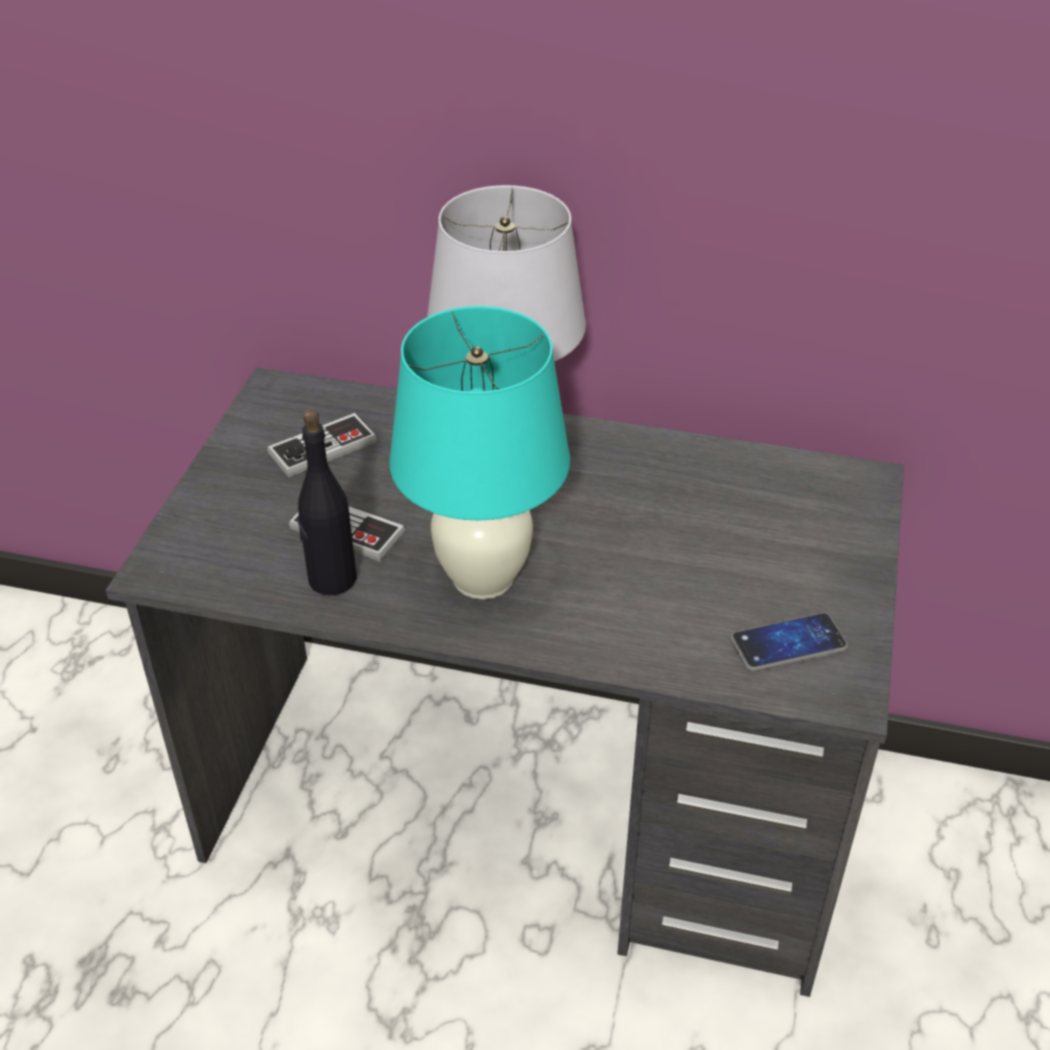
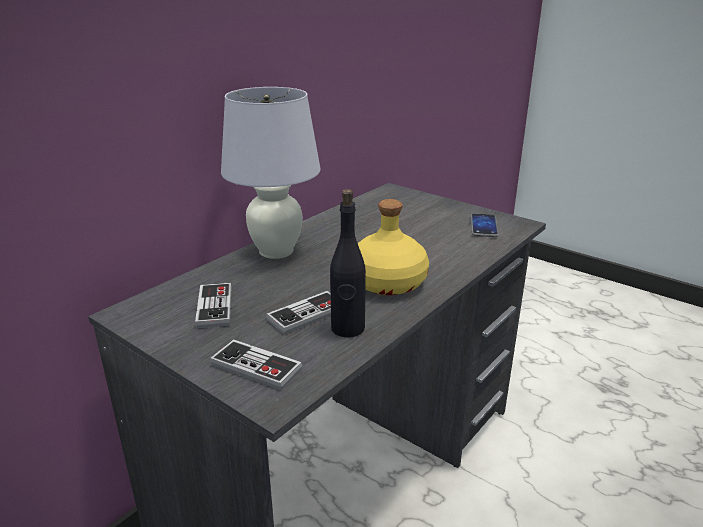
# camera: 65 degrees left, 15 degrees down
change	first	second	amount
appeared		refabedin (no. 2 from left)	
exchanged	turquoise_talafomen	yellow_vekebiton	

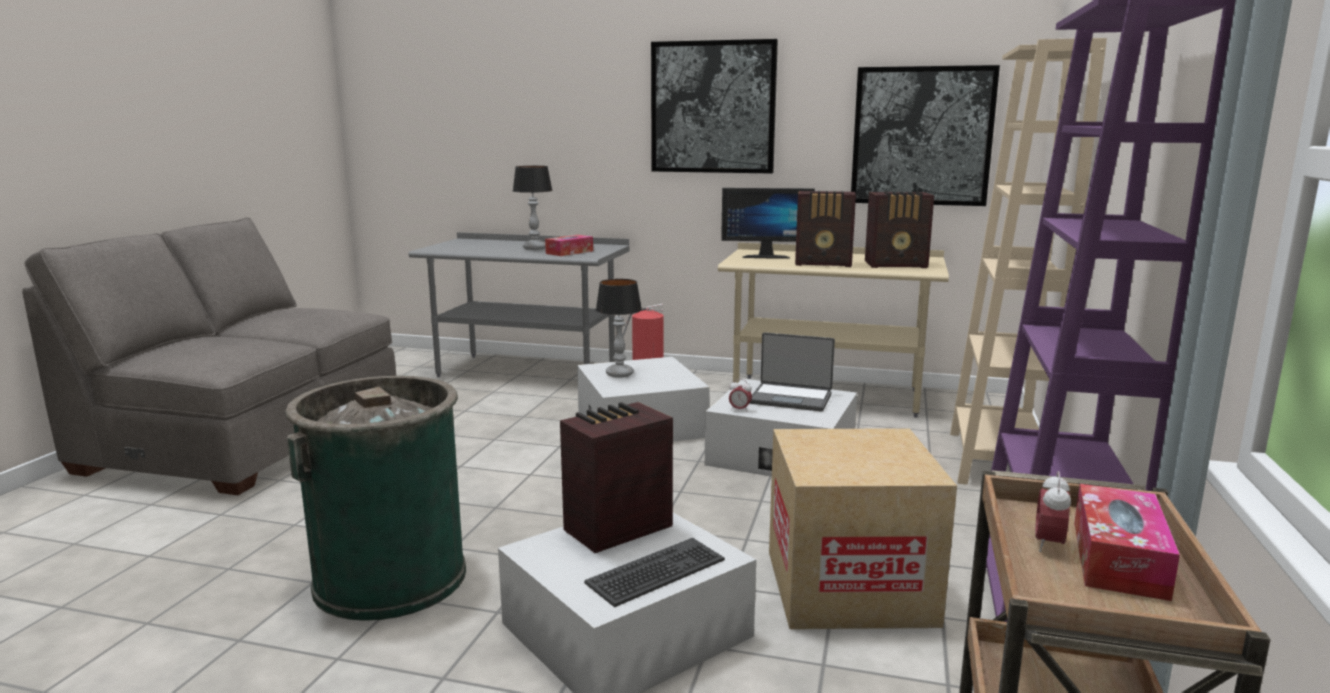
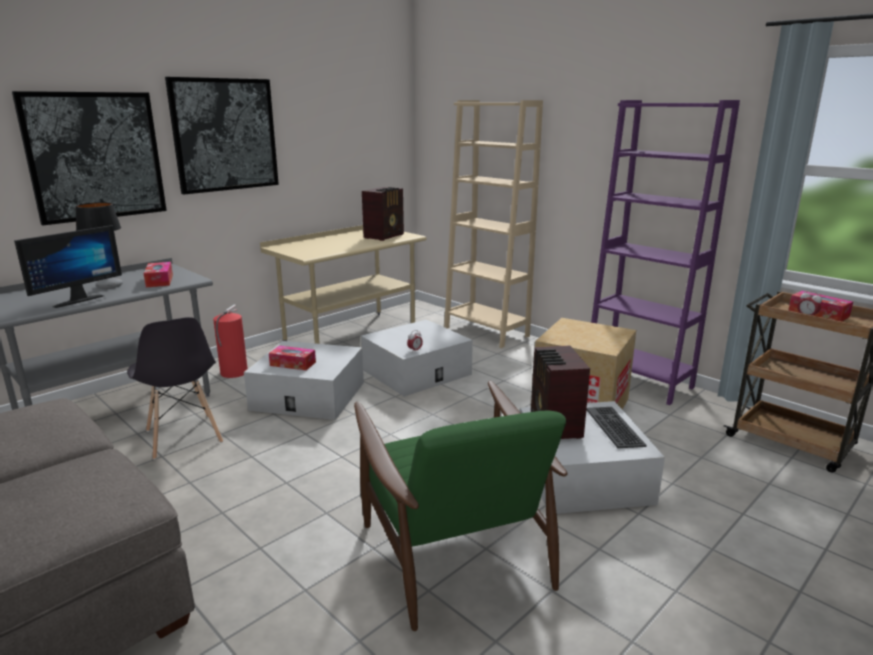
# camera: 60 degrees left, 5 degrees up
change	first	second	amount
missing	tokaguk		
missing	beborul (no. 2 from left)		
appeared		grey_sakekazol	
relocated	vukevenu		
relocated	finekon (no. 2 from left in the first image)	finekon (no. 1 from left)	
exchanged	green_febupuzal	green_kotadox	
exchanged	talafomen (no. 2 from left)	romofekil (no. 2 from left)	

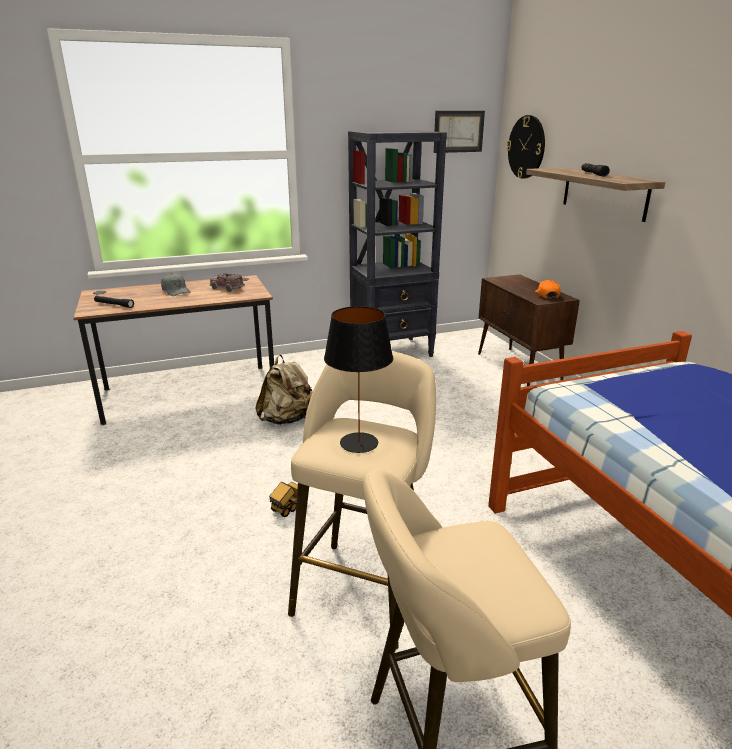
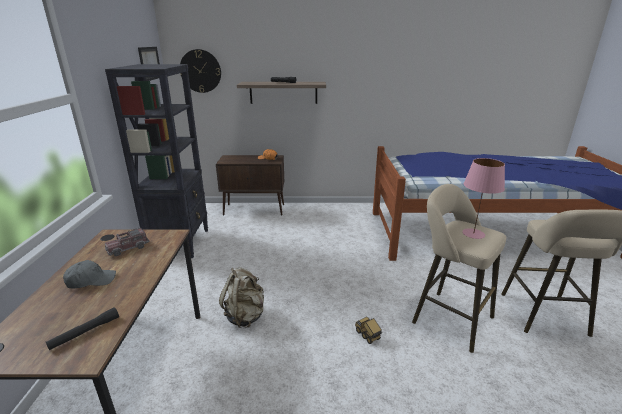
# camera: 70 degrees left, 0 degrees up
change	first	second	amount
colour	black_talafomen	pink_talafomen	

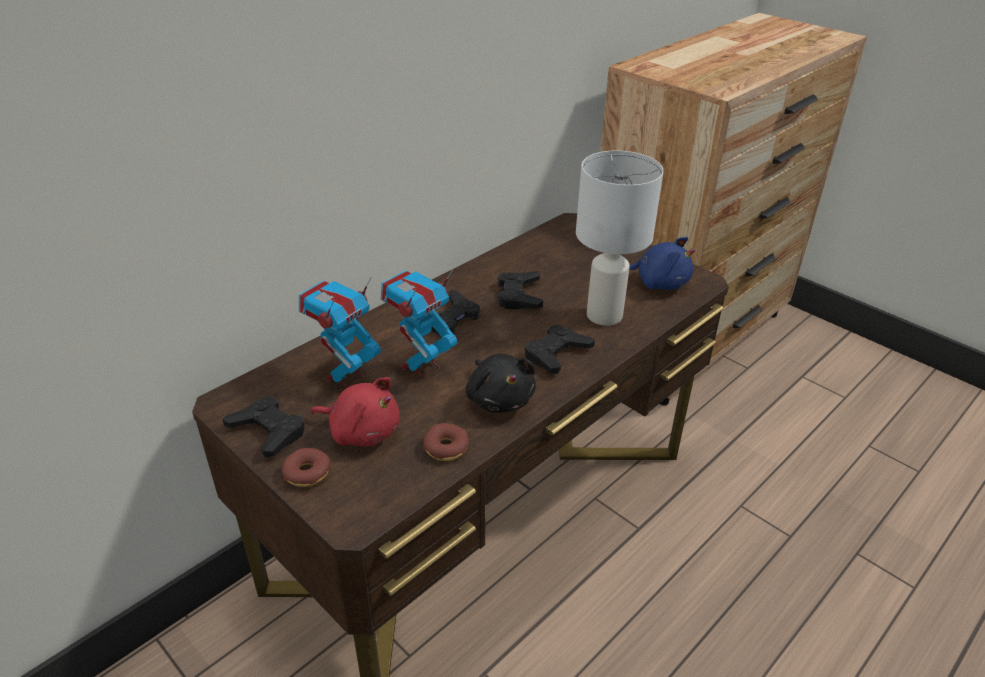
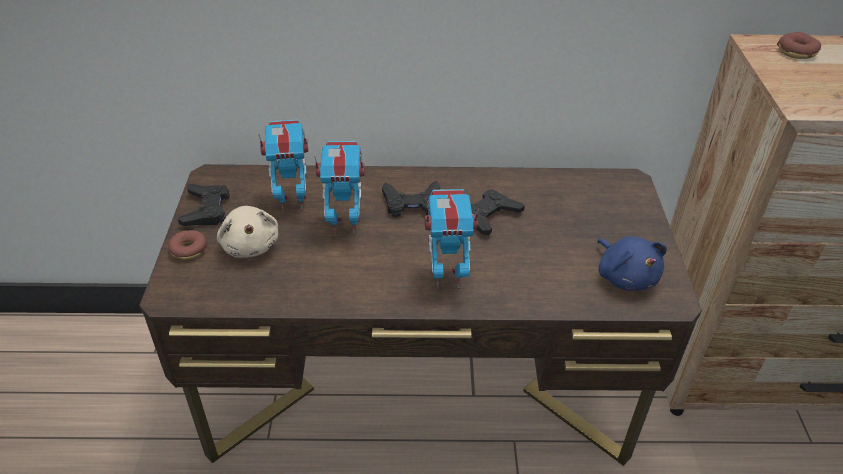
# camera: 45 degrees right, 5 degrees up
change	first	second	amount
missing	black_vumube		
missing	white_talafomen		
relocated	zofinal (no. 2 from left)		
exchanged	black_refabedin (no. 4 from left)	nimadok (no. 3 from left)	
colour	red_vumube	beige_vumube	

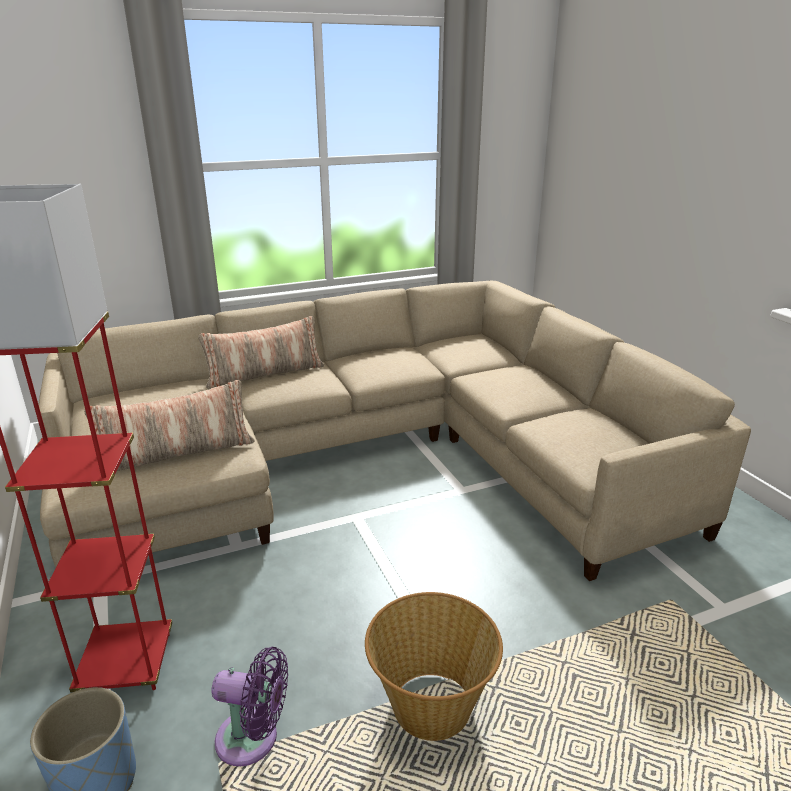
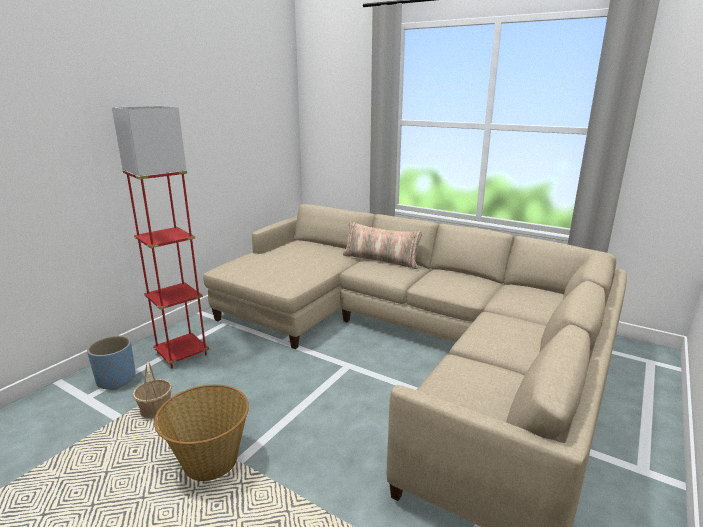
# camera: 55 degrees right, 5 degrees down
change	first	second	amount
missing	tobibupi (no. 1 from left)		
exchanged	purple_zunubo	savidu (no. 1 from left)	

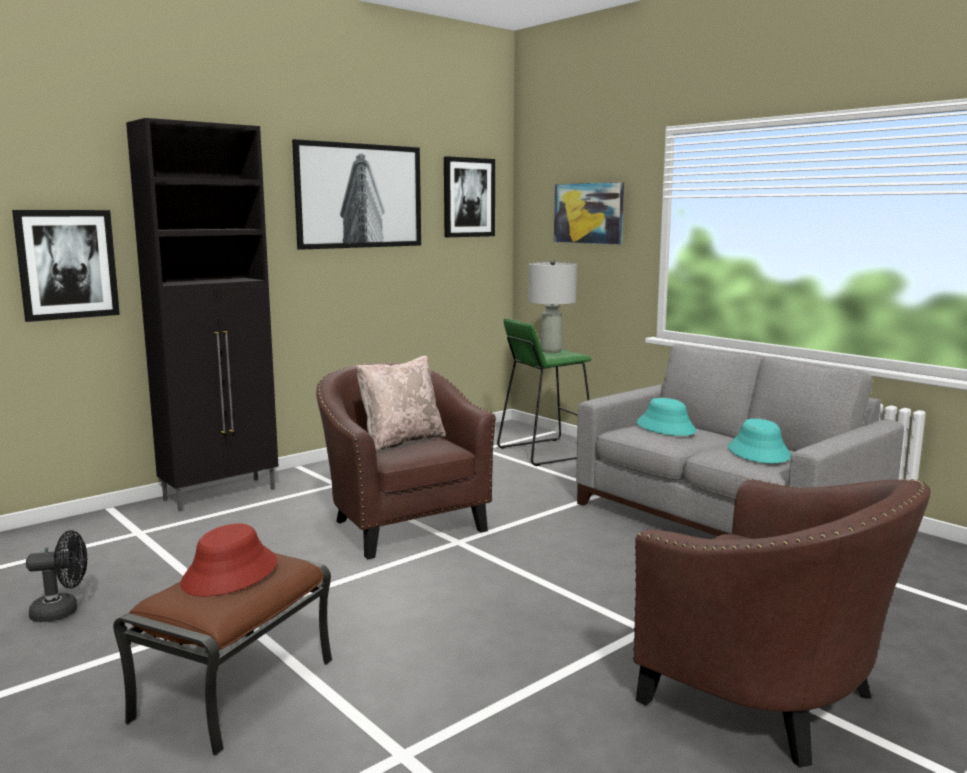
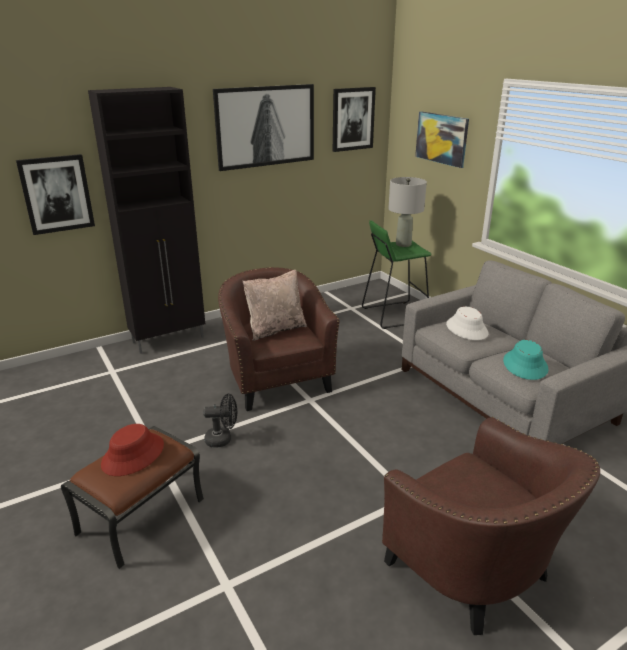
# camera: 10 degrees right, 15 degrees up
change	first	second	amount
relocated	black_zunubo		
colour	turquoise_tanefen (no. 1 from left)	white_tanefen	

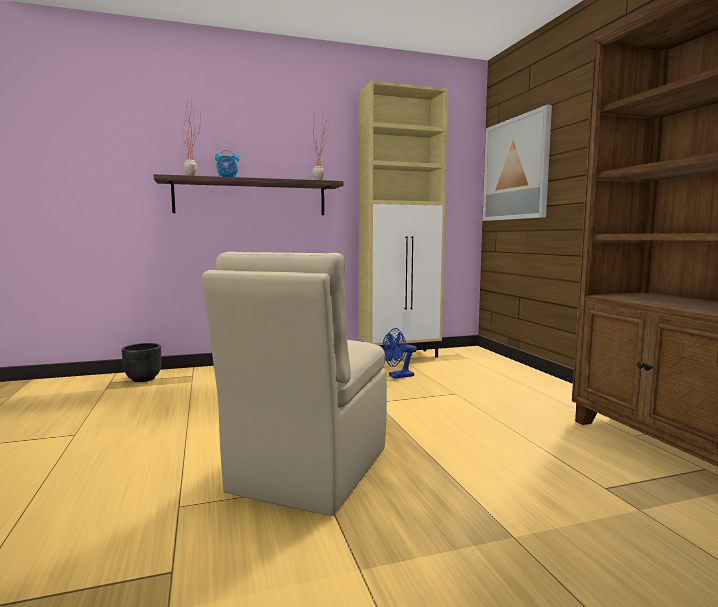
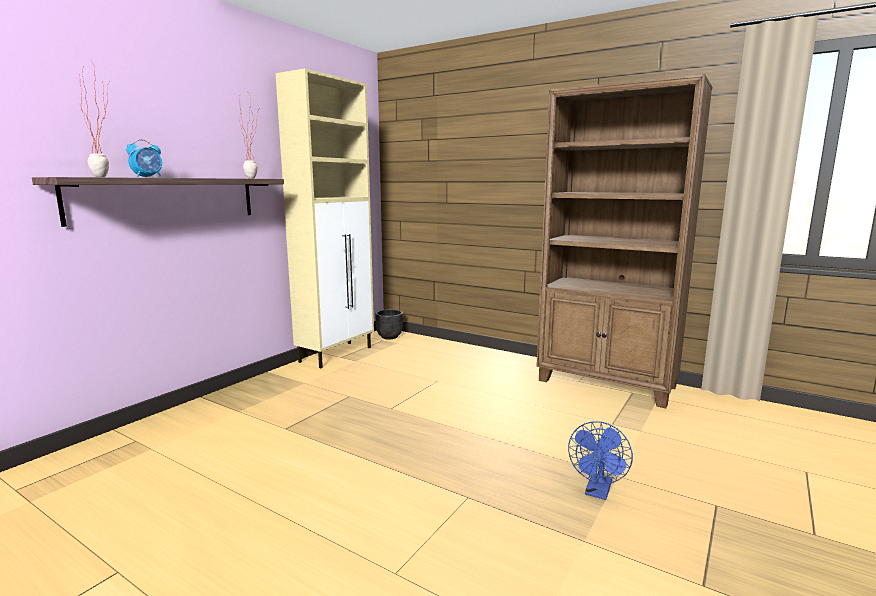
# camera: 40 degrees left, 5 degrees up
change	first	second	amount
missing	beige_sakekazol		
missing	finekon		
relocated	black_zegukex		
relocated	blue_zunubo		

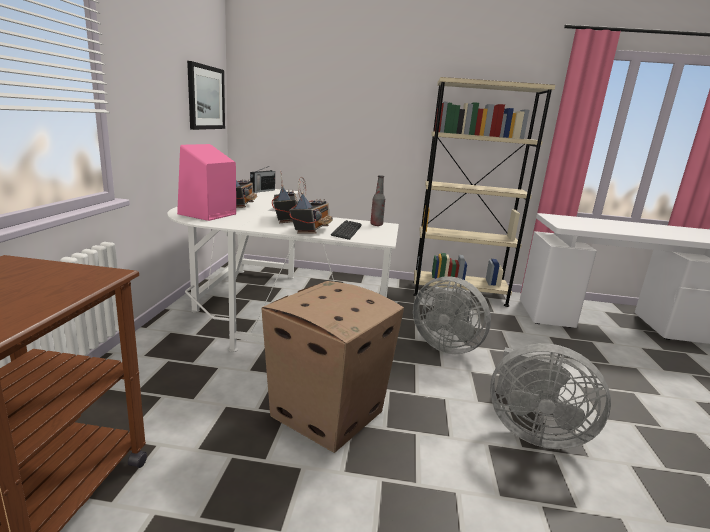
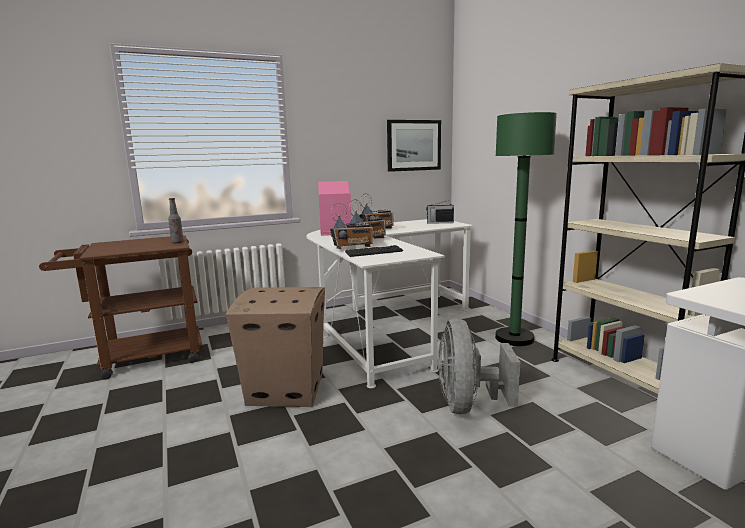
# camera: 60 degrees right, 5 degrees down
change	first	second	amount
missing	grey_zunubo (no. 2 from left)		
appeared		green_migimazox	
relocated	vekebiton		

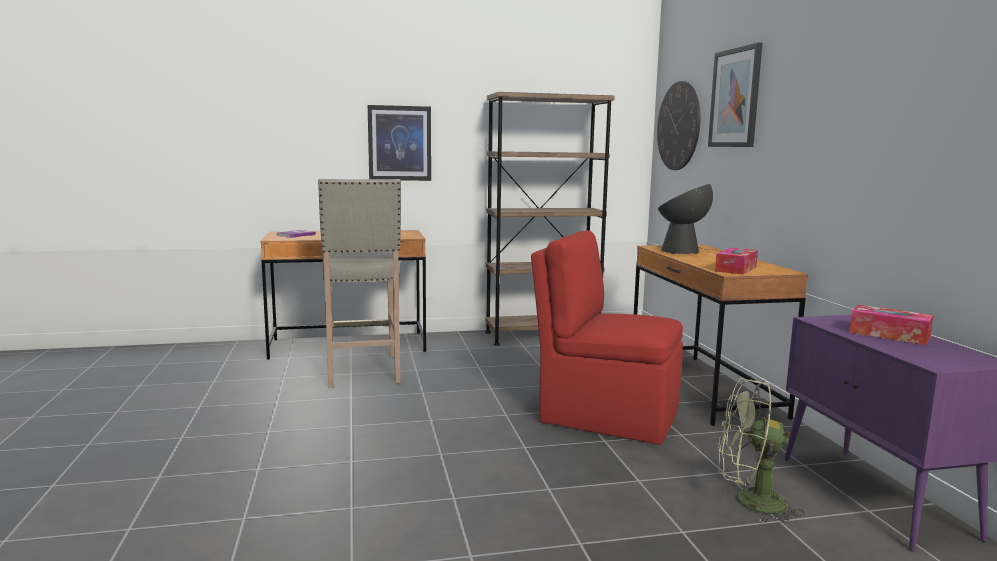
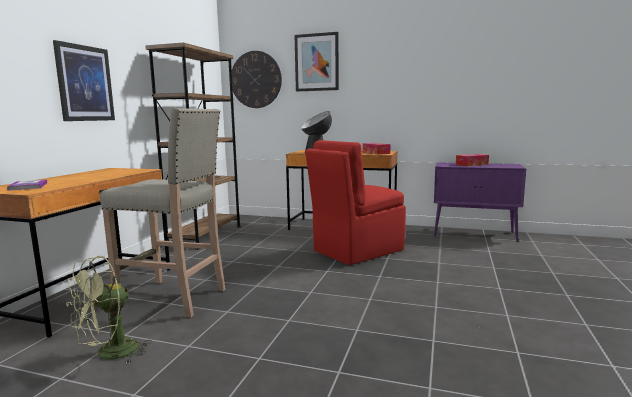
# camera: 60 degrees left, 0 degrees up
change	first	second	amount
relocated	green_zunubo		

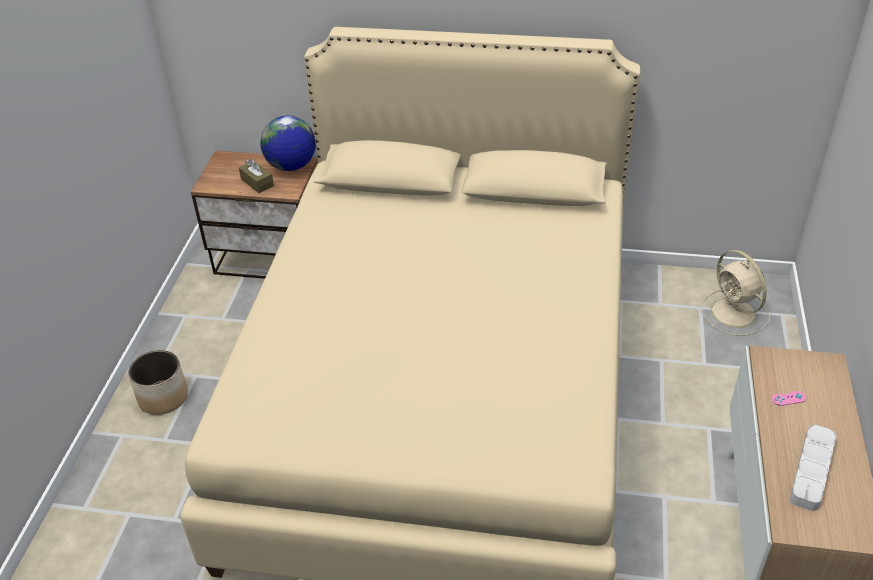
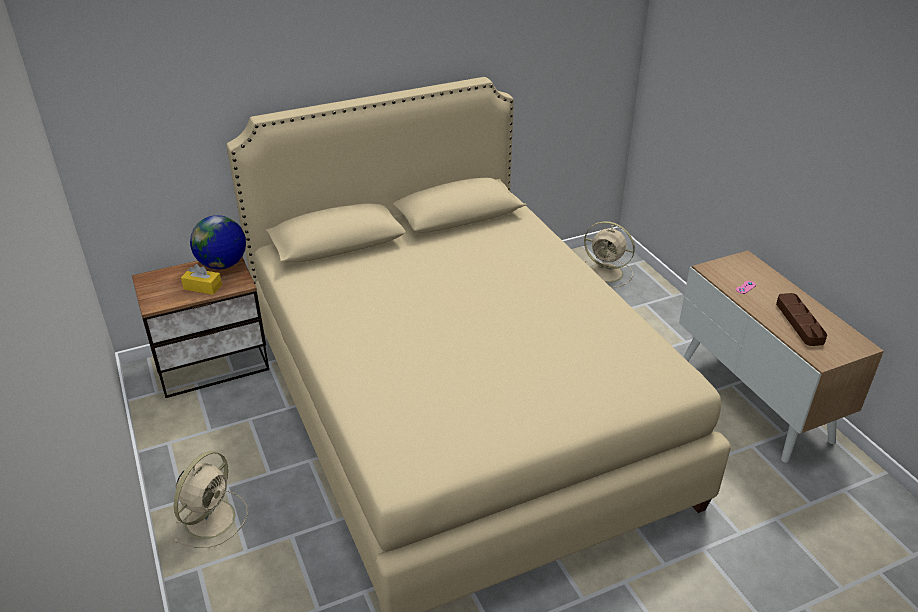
# camera: 35 degrees left, 5 degrees down
change	first	second	amount
exchanged	zegukex	beige_zunubo (no. 1 from left)	
colour	brown_romofekil	yellow_romofekil	
colour	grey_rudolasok	brown_rudolasok	

